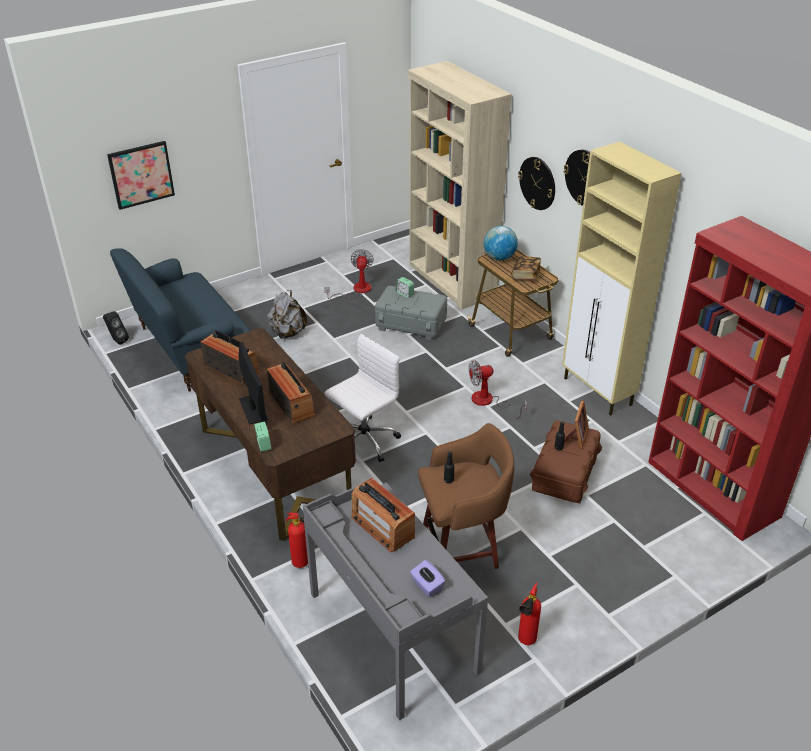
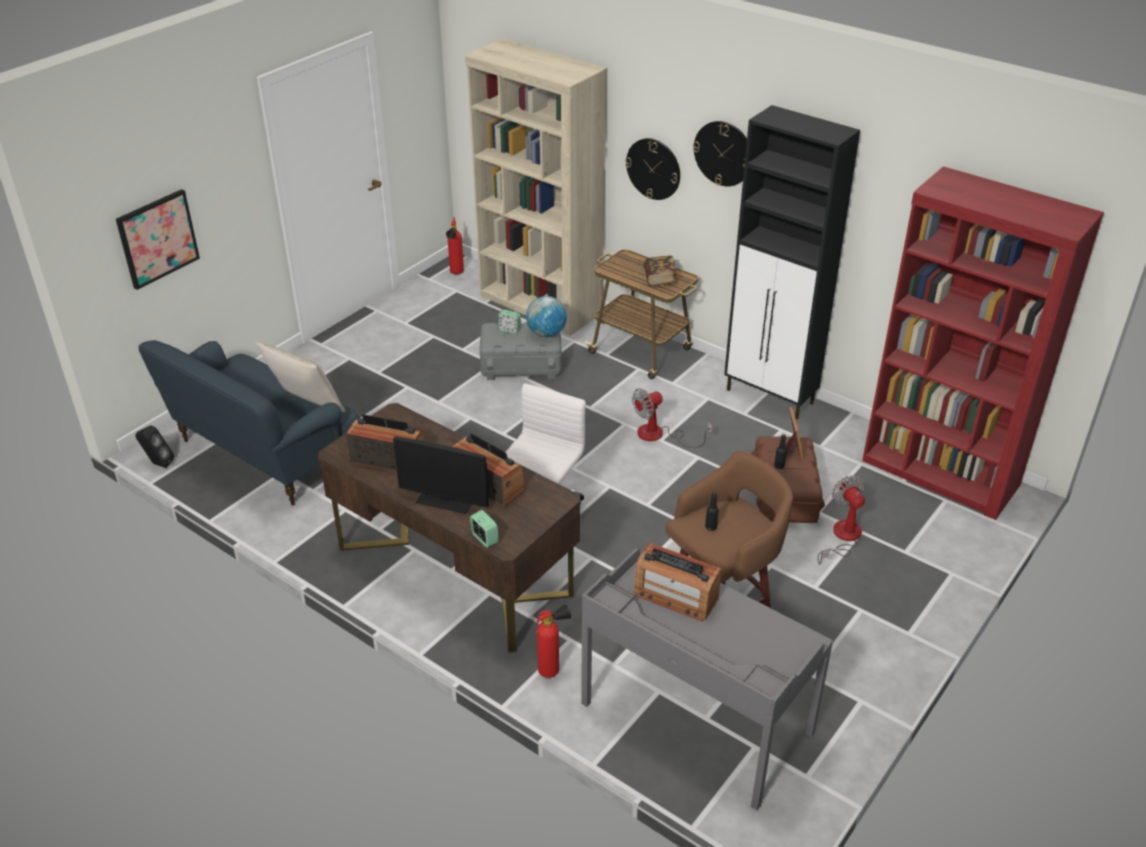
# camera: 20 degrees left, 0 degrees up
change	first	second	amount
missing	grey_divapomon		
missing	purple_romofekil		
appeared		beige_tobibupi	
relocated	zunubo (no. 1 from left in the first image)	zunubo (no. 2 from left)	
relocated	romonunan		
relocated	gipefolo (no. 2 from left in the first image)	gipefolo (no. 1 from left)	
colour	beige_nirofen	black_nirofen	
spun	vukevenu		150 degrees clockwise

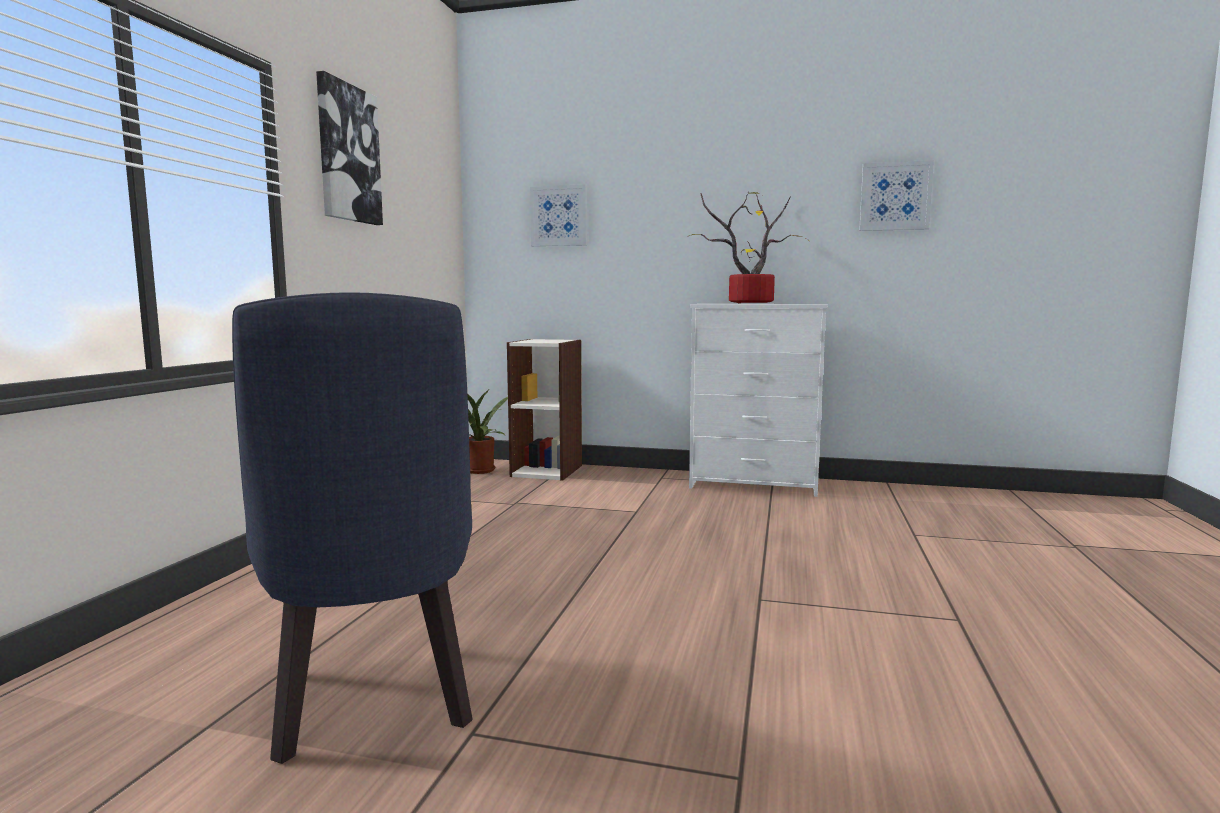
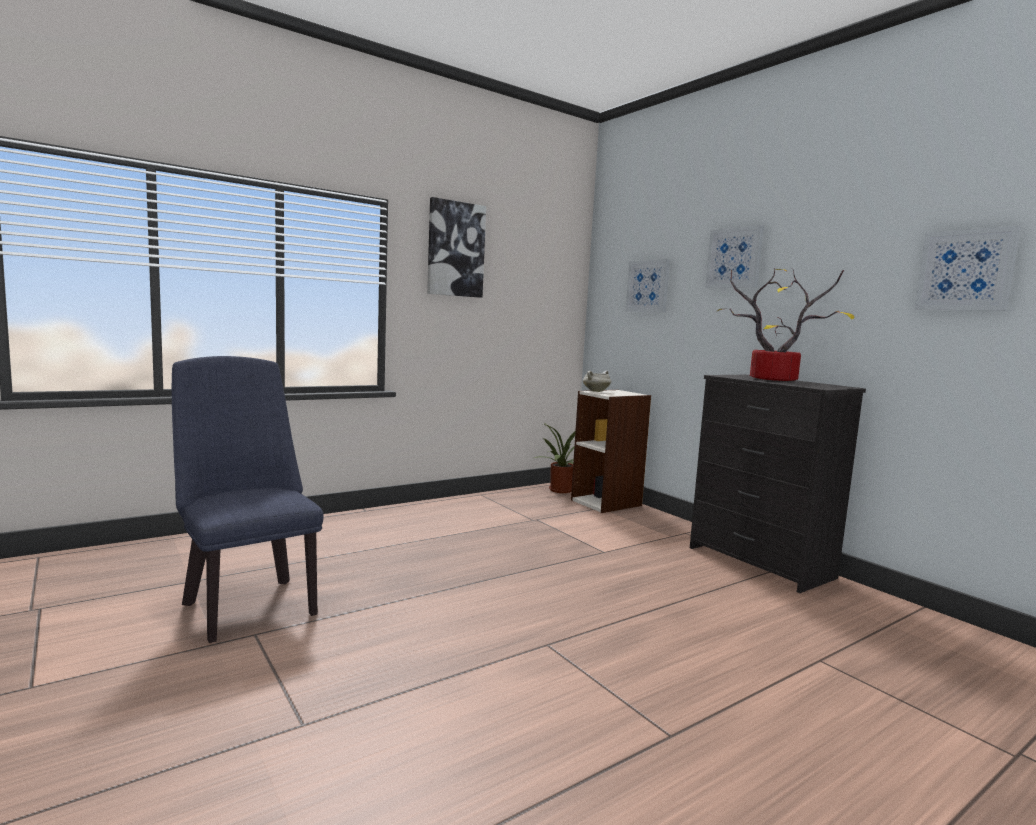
# camera: 40 degrees right, 0 degrees up
change	first	second	amount
appeared		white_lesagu	
appeared		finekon (no. 3 from left)	
colour	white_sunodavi	black_sunodavi	
spun	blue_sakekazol		120 degrees clockwise

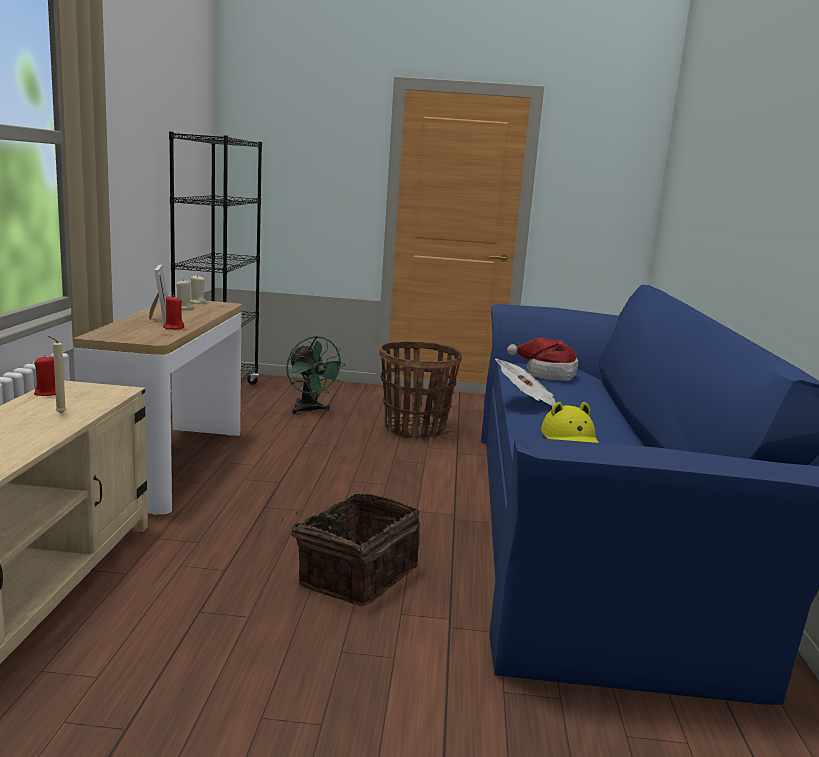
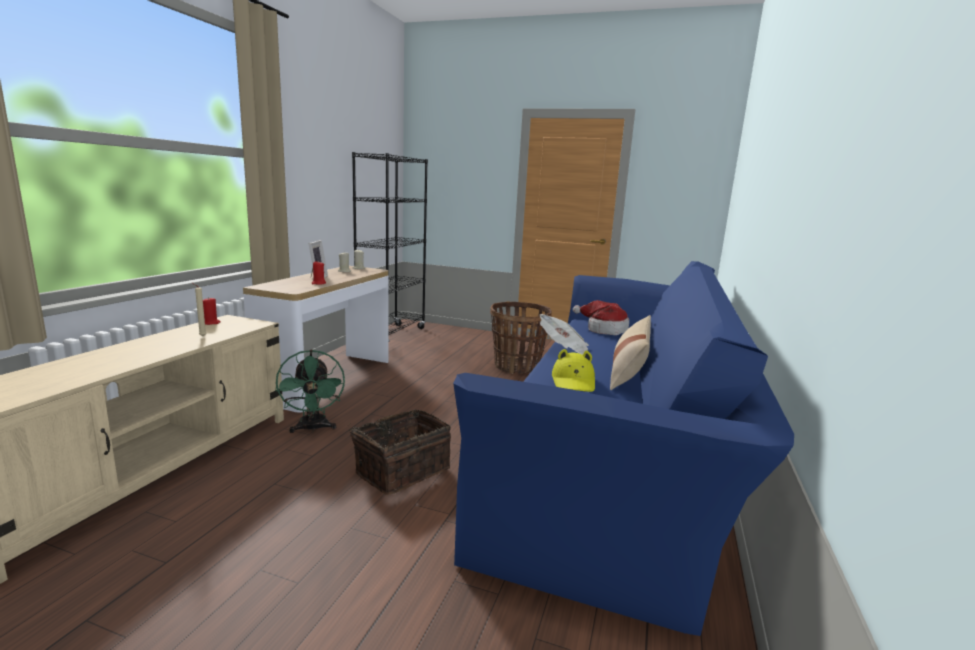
# camera: 15 degrees right, 0 degrees up
change	first	second	amount
appeared		beige_tobibupi	
relocated	green_zunubo		

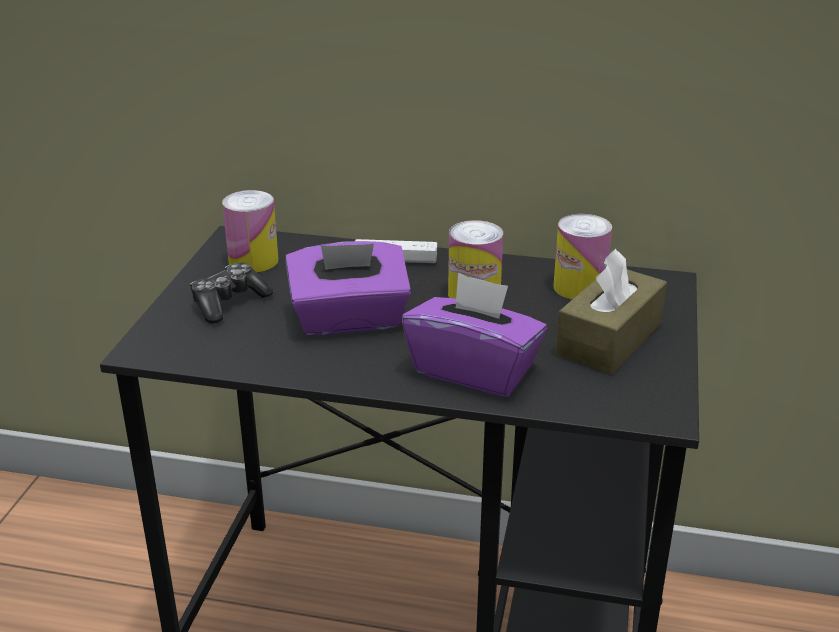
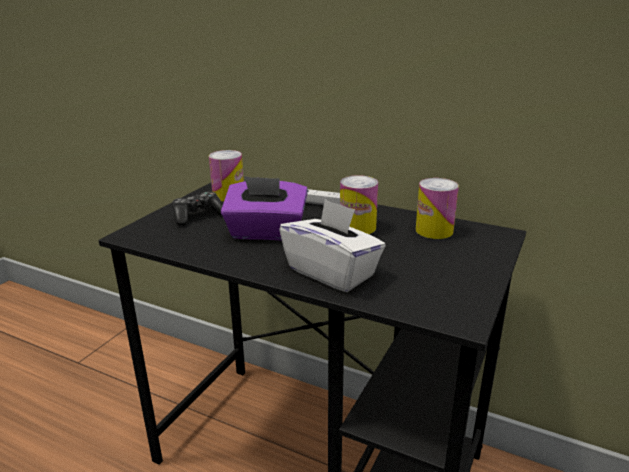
# camera: 15 degrees right, 5 degrees down
change	first	second	amount
missing	brown_romofekil		
colour	purple_romofekil (no. 2 from left)	white_romofekil	

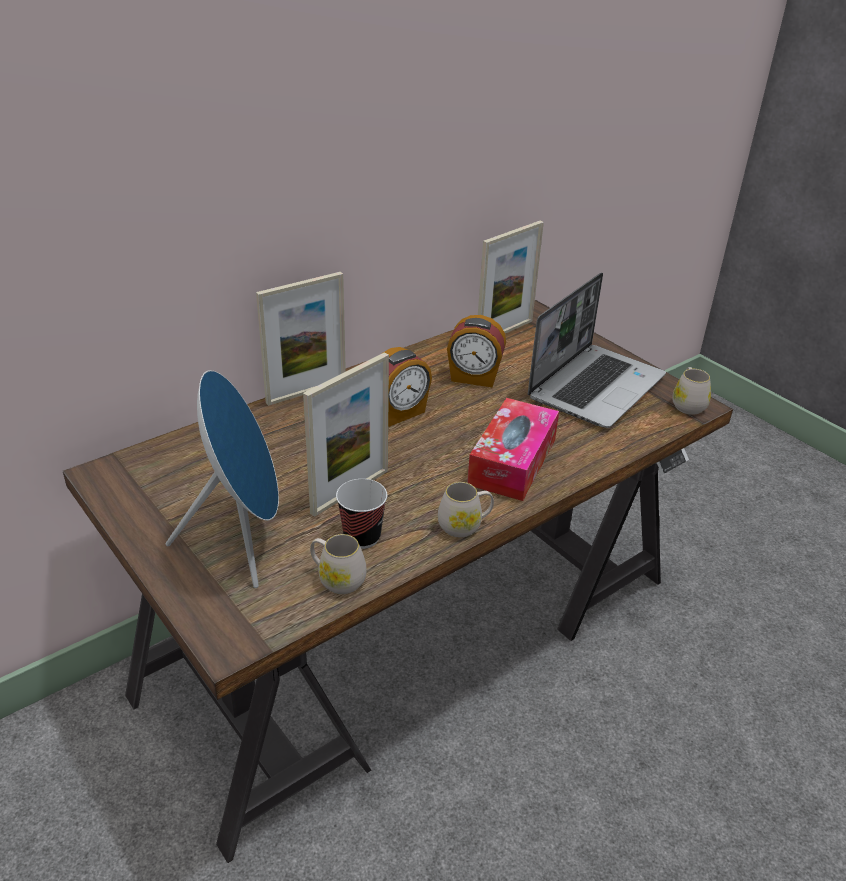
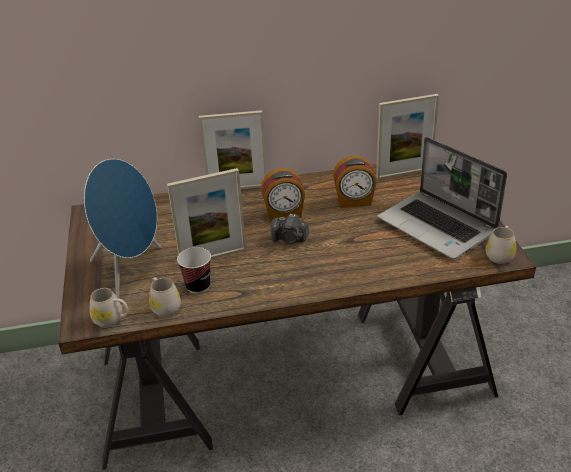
# camera: 30 degrees right, 0 degrees up
change	first	second	amount
missing	romofekil		
appeared		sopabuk	
relocated	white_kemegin (no. 2 from left in the first image)	white_kemegin (no. 1 from left)	
spun	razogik (no. 2 from left)		45 degrees counterclockwise
spun	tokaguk		75 degrees clockwise

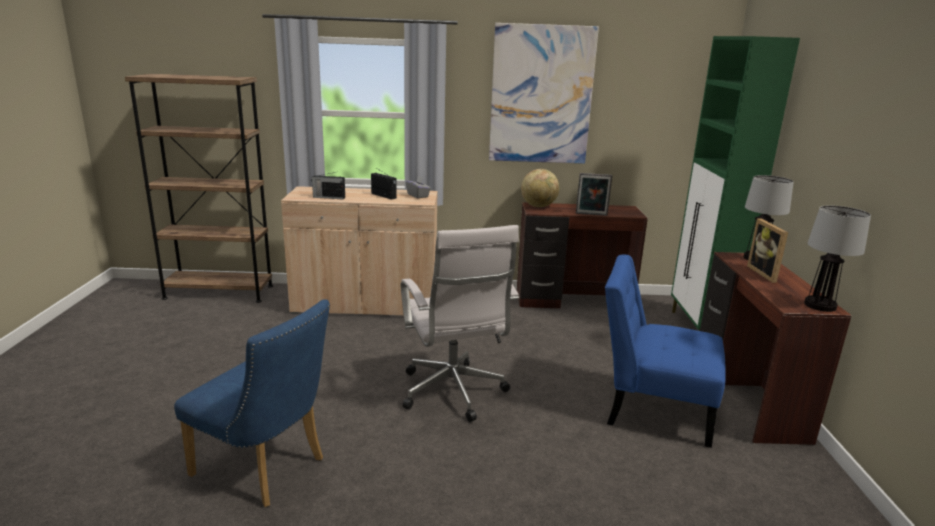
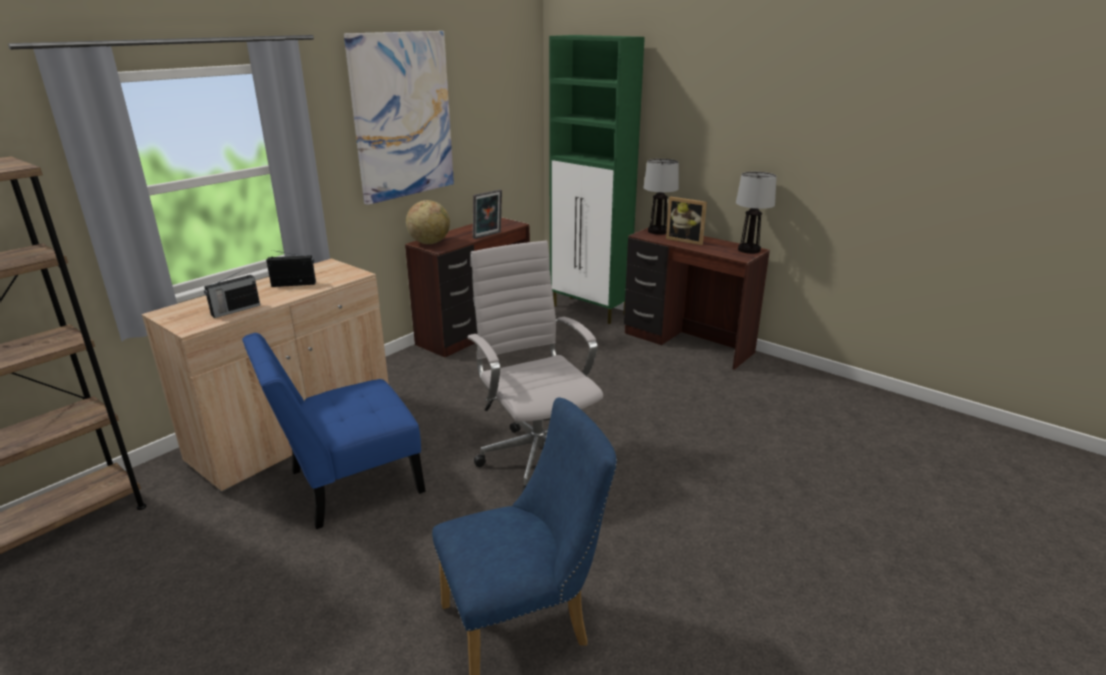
# camera: 50 degrees left, 5 degrees up
change	first	second	amount
missing	grey_romofekil		
relocated	blue_sakekazol (no. 2 from left in the first image)	blue_sakekazol (no. 1 from left)	
spun	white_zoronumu		135 degrees counterclockwise

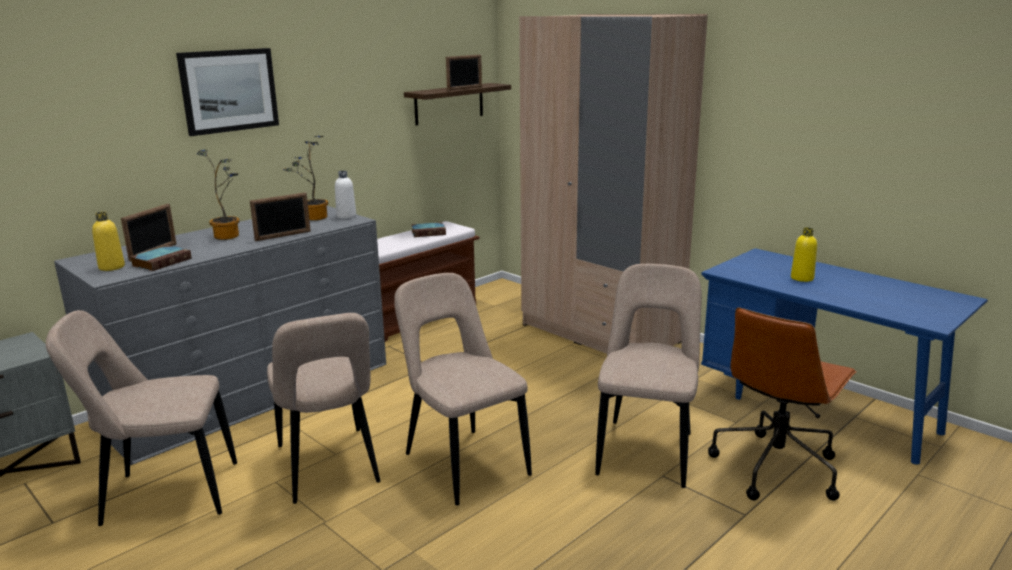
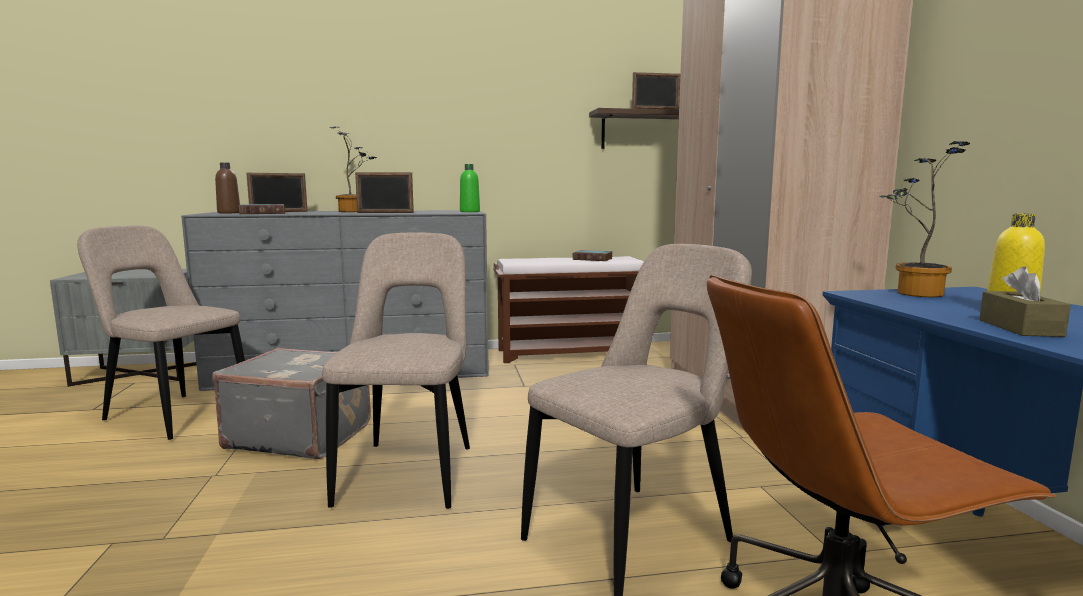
# camera: 35 degrees right, 10 degrees down
change	first	second	amount
missing	finekon		
appeared		brown_romofekil	
relocated	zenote (no. 2 from left)		
exchanged	beige_sakekazol (no. 2 from left)	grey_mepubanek	
colour	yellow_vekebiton (no. 1 from left)	brown_vekebiton	
colour	white_vekebiton	green_vekebiton	

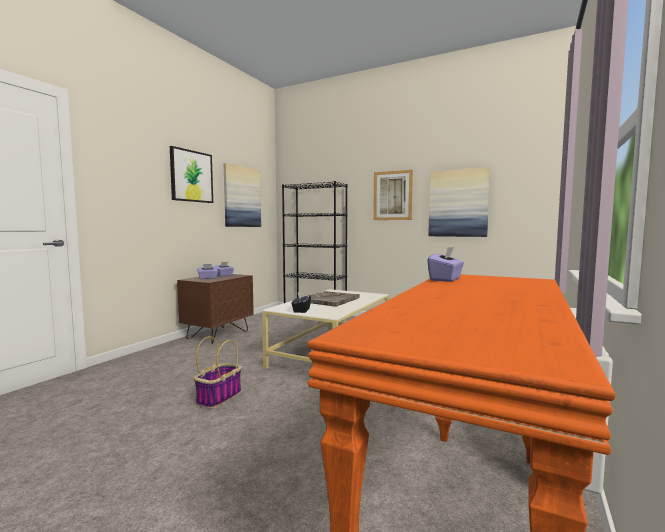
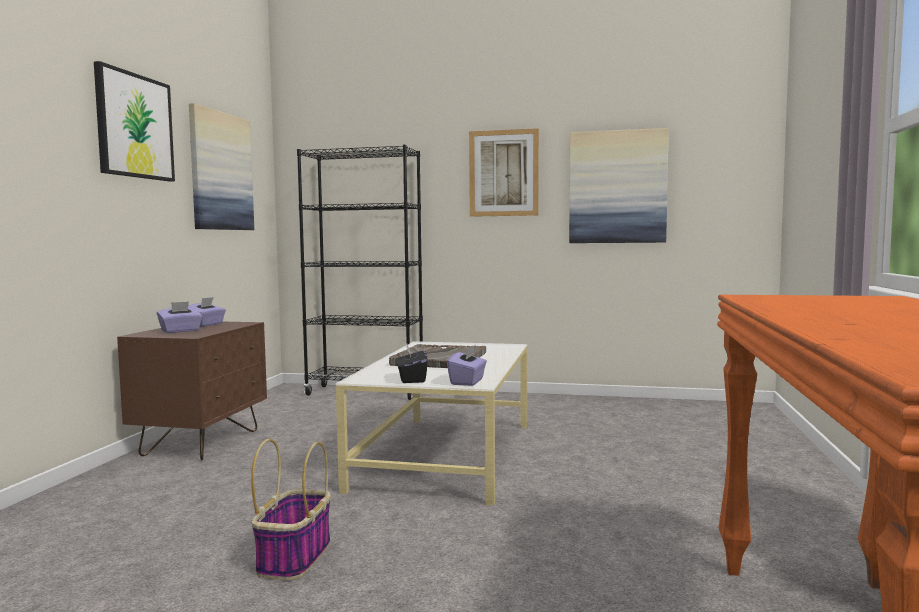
# camera: 15 degrees left, 0 degrees up
change	first	second	amount
relocated	purple_romofekil (no. 3 from left)		

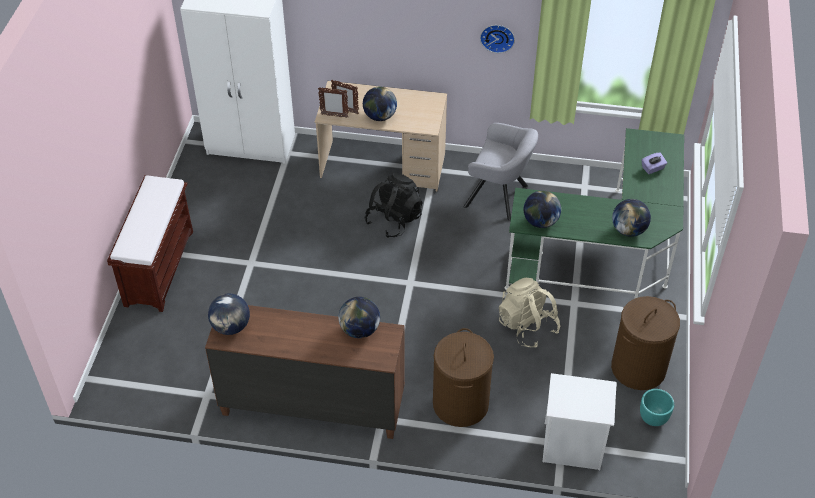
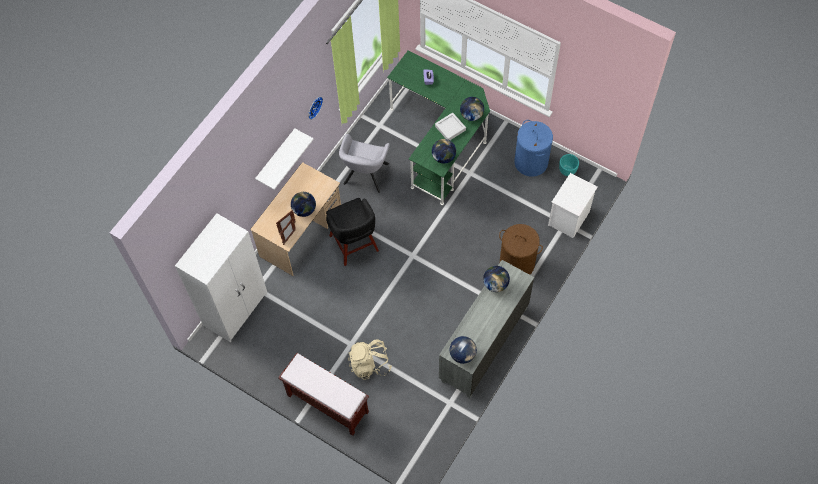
# camera: 65 degrees left, 15 degrees up
change	first	second	amount
appeared		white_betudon	
appeared		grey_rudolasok	
relocated	beige_divapomon		
exchanged	black_divapomon	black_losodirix	
colour	brown_sunodavi	grey_sunodavi	
colour	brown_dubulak (no. 2 from left)	blue_dubulak	
spun	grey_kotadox		150 degrees clockwise

